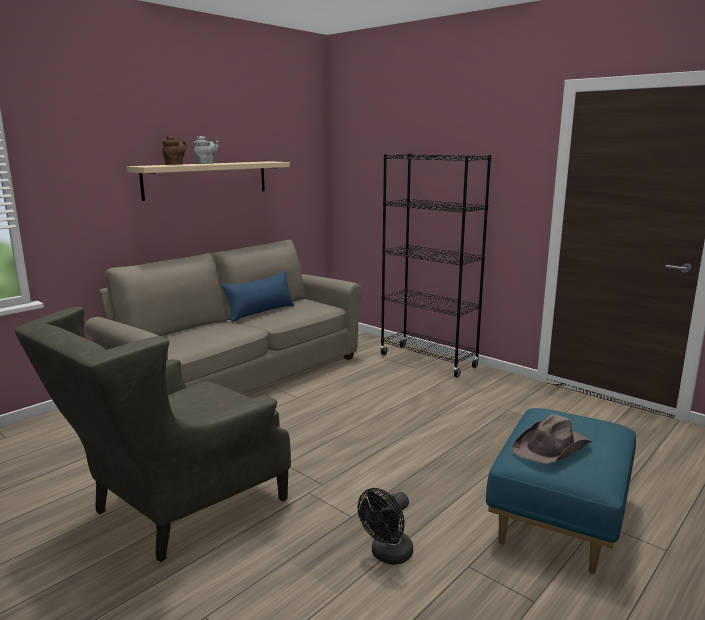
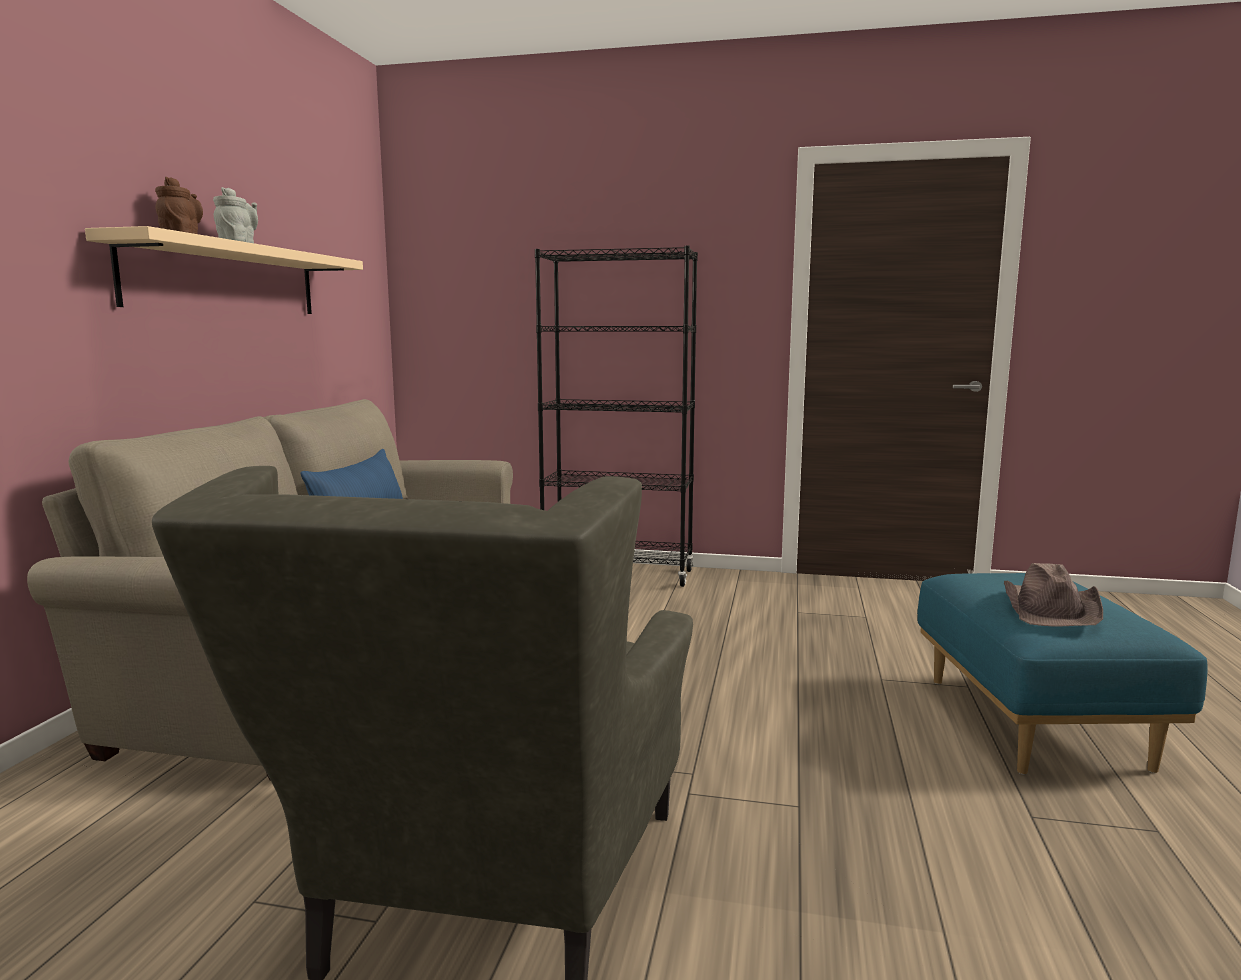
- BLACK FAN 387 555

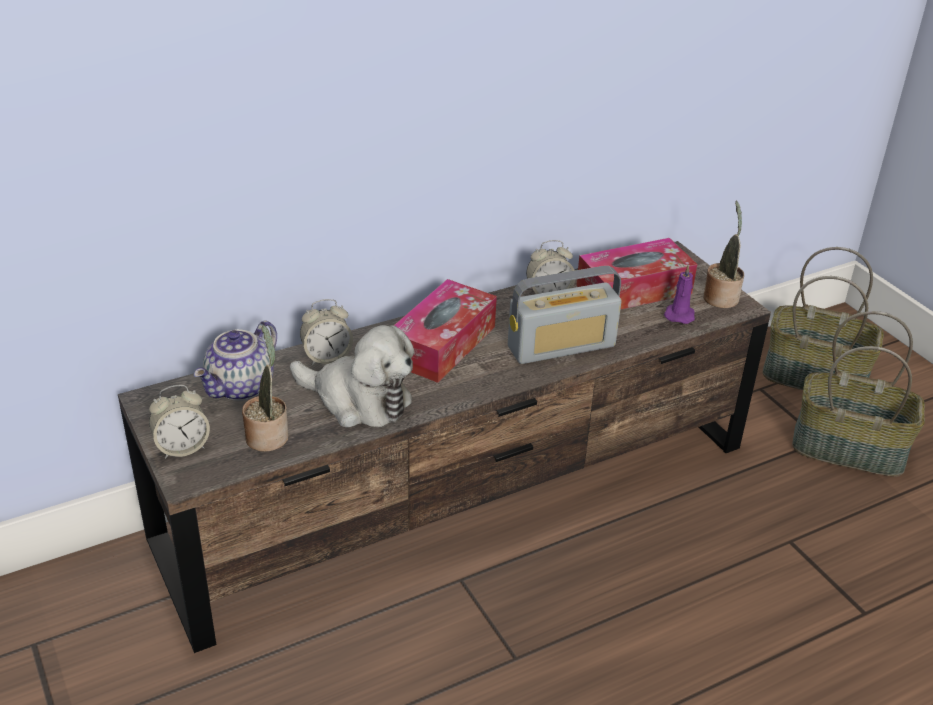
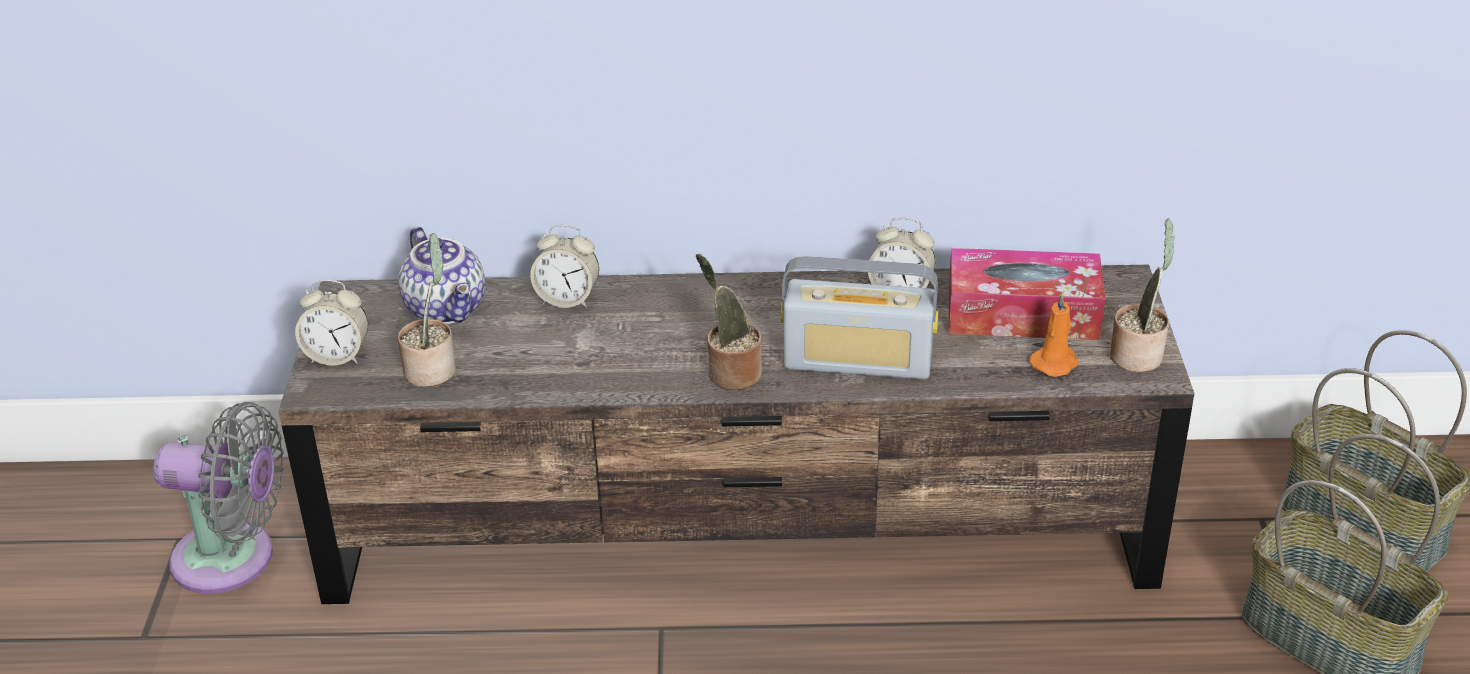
~ TEAPOT 241 388 = 448 309 90 degrees counterclockwise
- PLUSH TOY 358 400
- TISSUE BOX 442 344
~ PURPLE CANDLE 679 314 to ORANGE CANDLE 1055 362
+ GREY FAN 234 559
+ POTTED PLANT 731 374

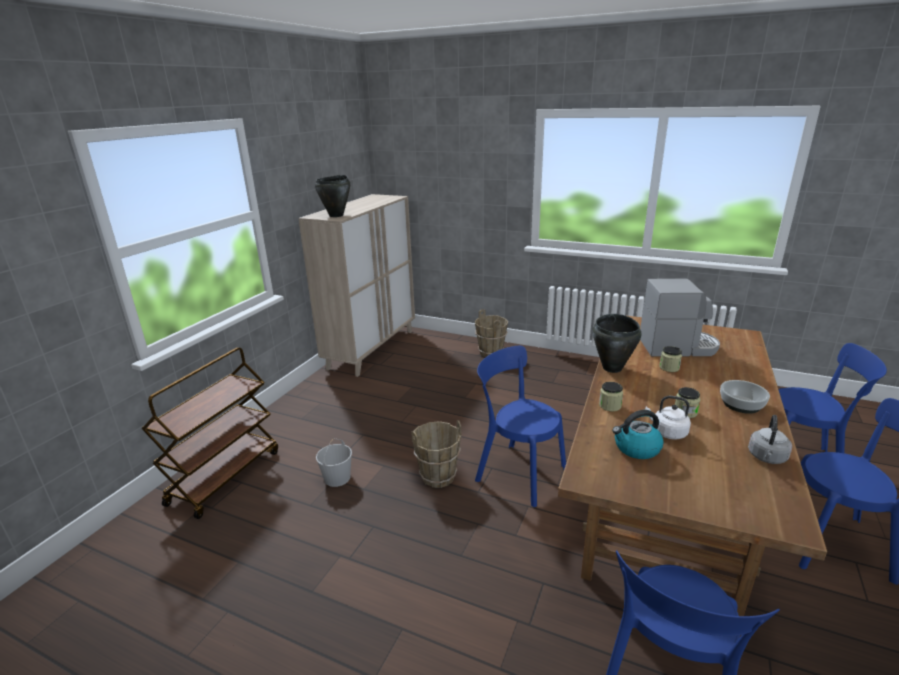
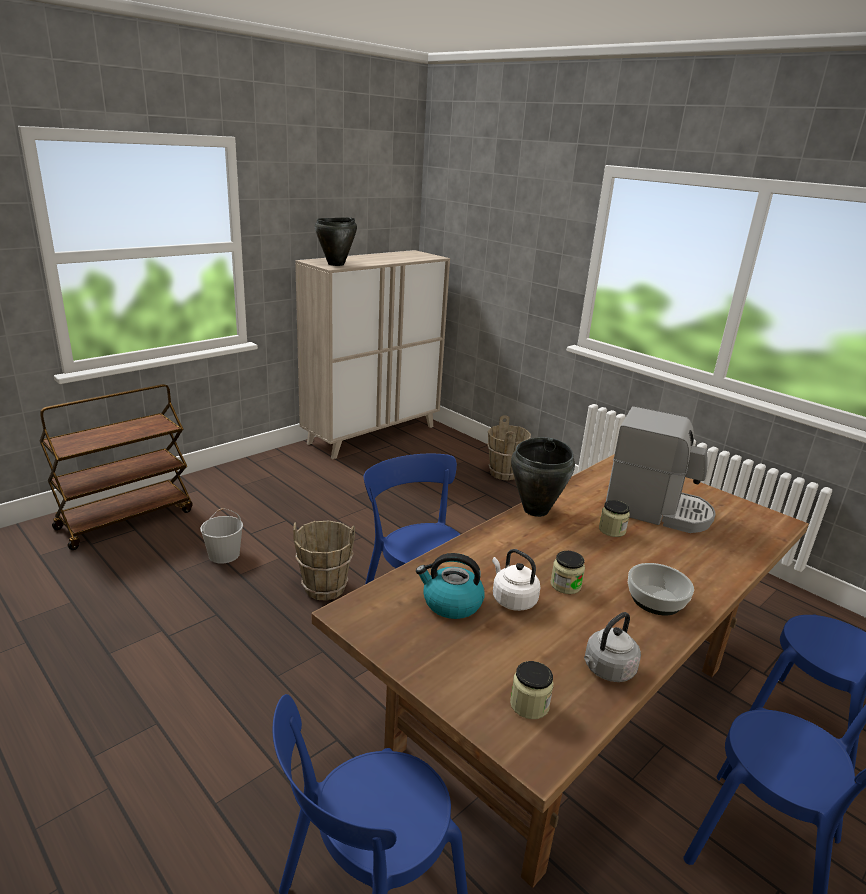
~ JAR 610 406 to 529 704

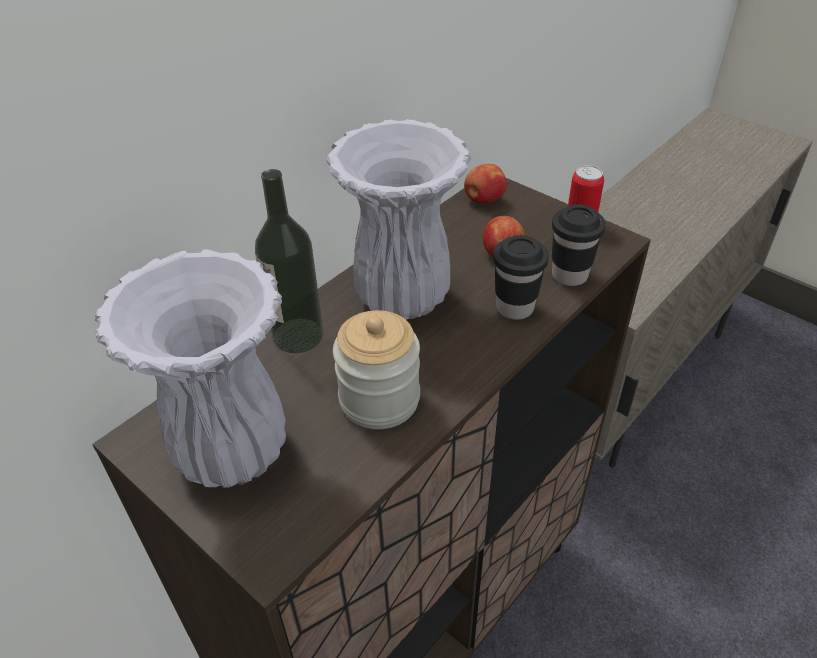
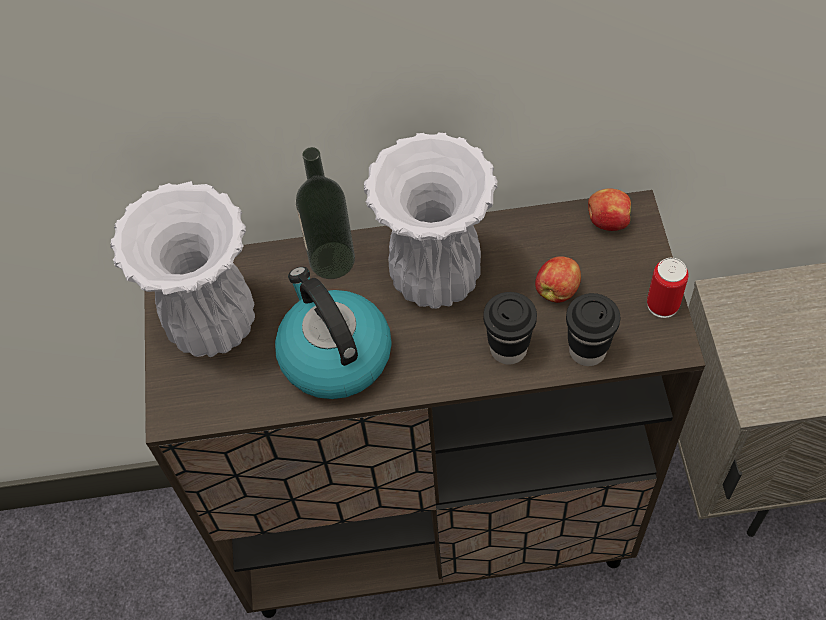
~ JAR 379 399 to KETTLE 334 355

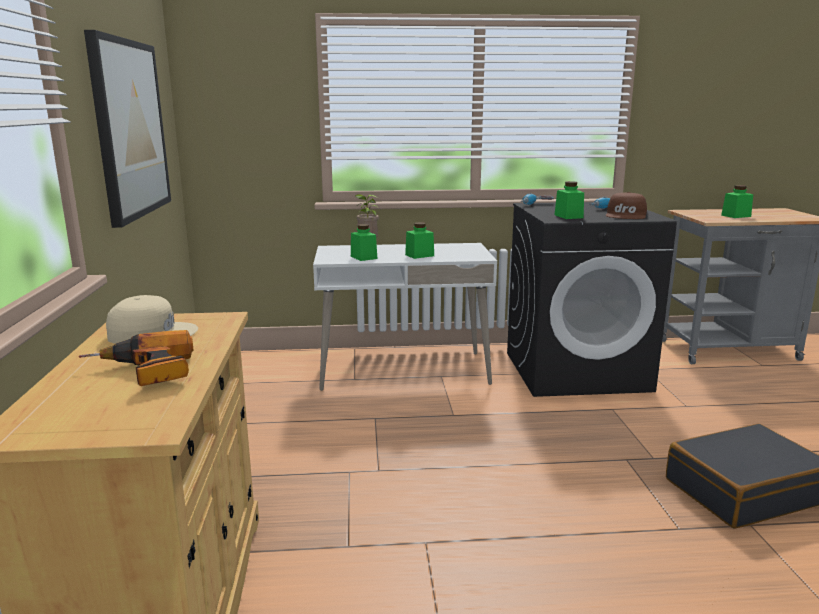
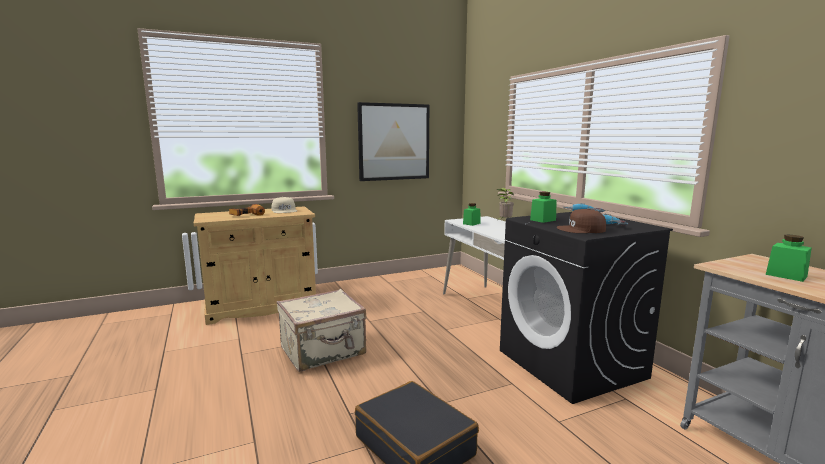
- GREEN JAR 419 255
+ BEIGE SUITCASE 323 351

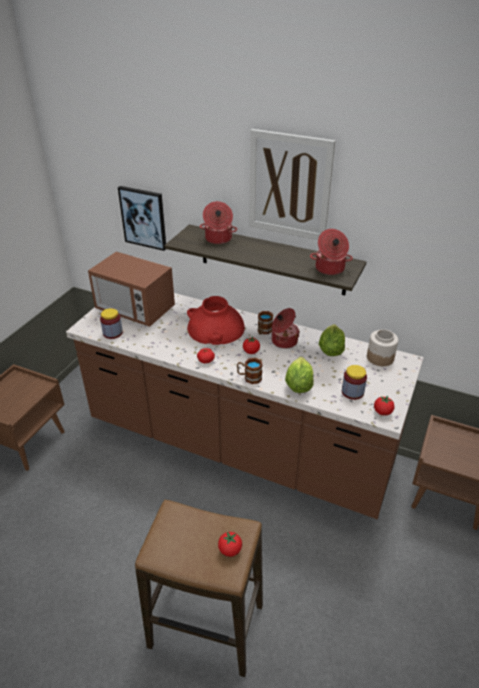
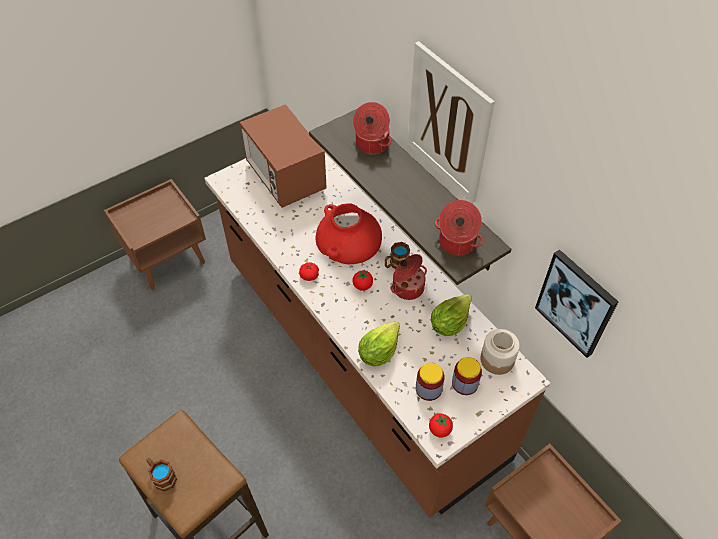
~ JAR 112 333 to 465 383
~ PICTURE 143 217 to 576 303
- TOMATO 230 550
~ MUG 249 377 to 162 477

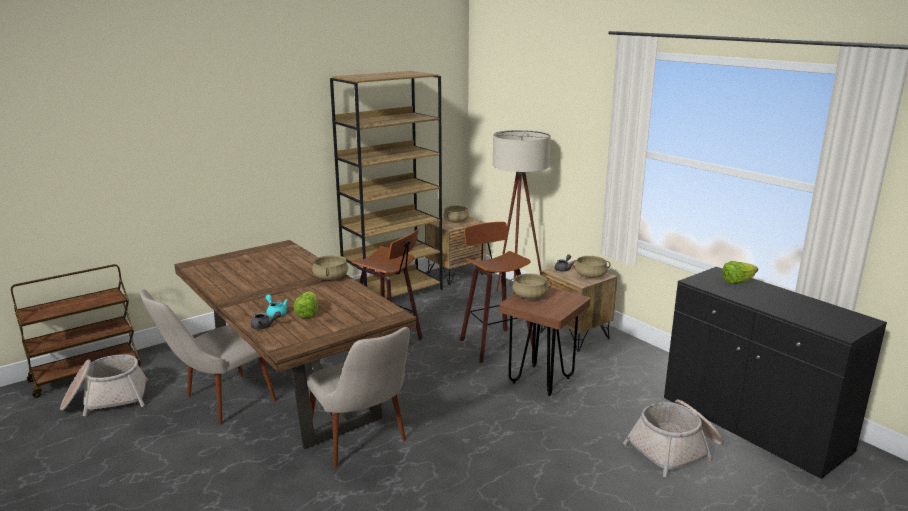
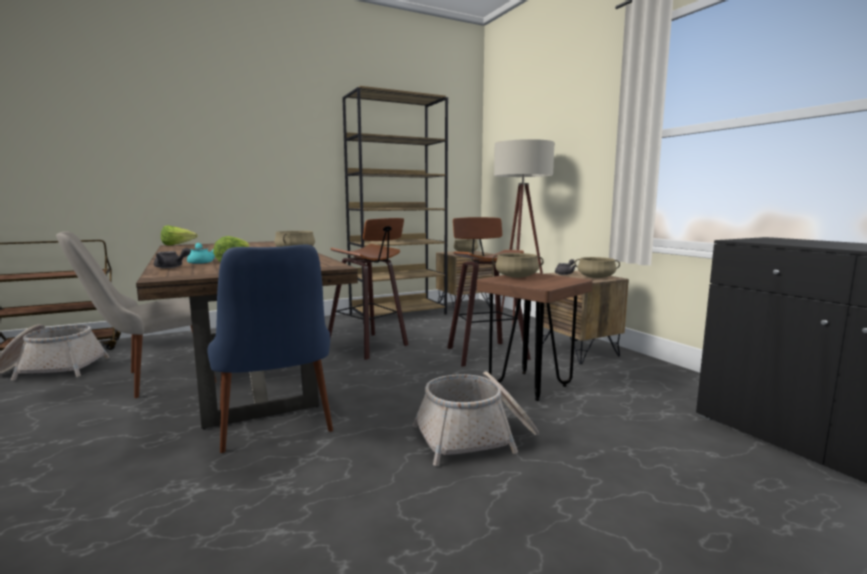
~ BEIGE CHAIR 364 445 to BLUE CHAIR 276 431
~ BASKET 676 449 to 476 437
~ LETTUCE 737 282 to 177 245

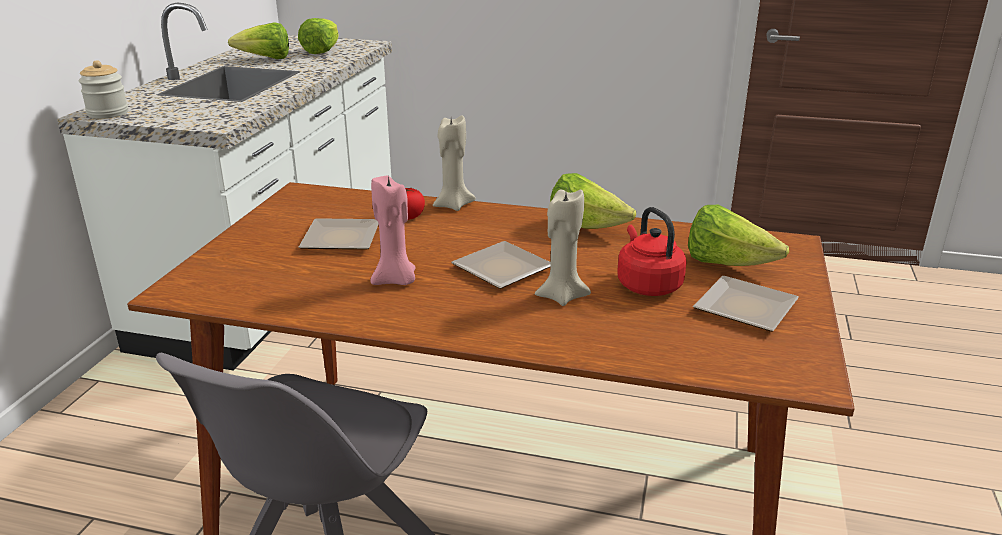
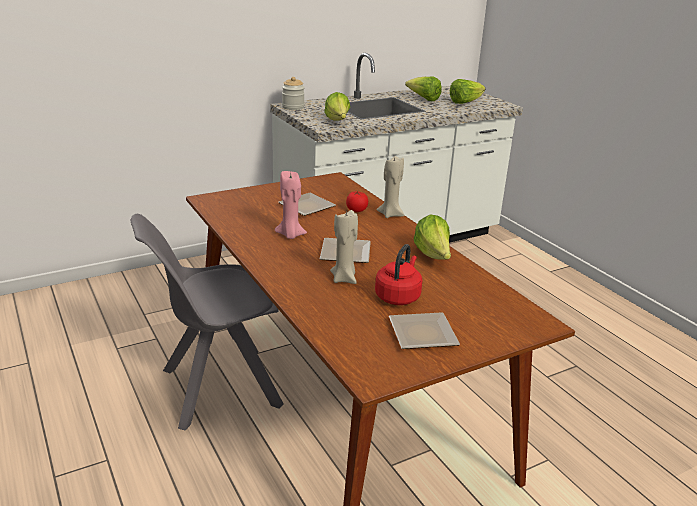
~ LETTUCE 726 264 to 338 121

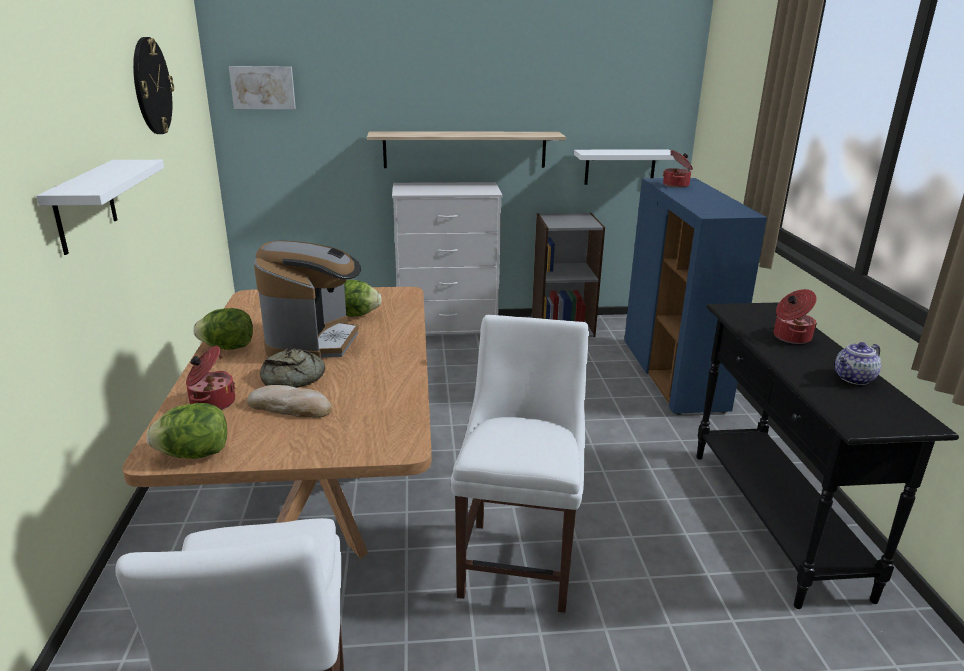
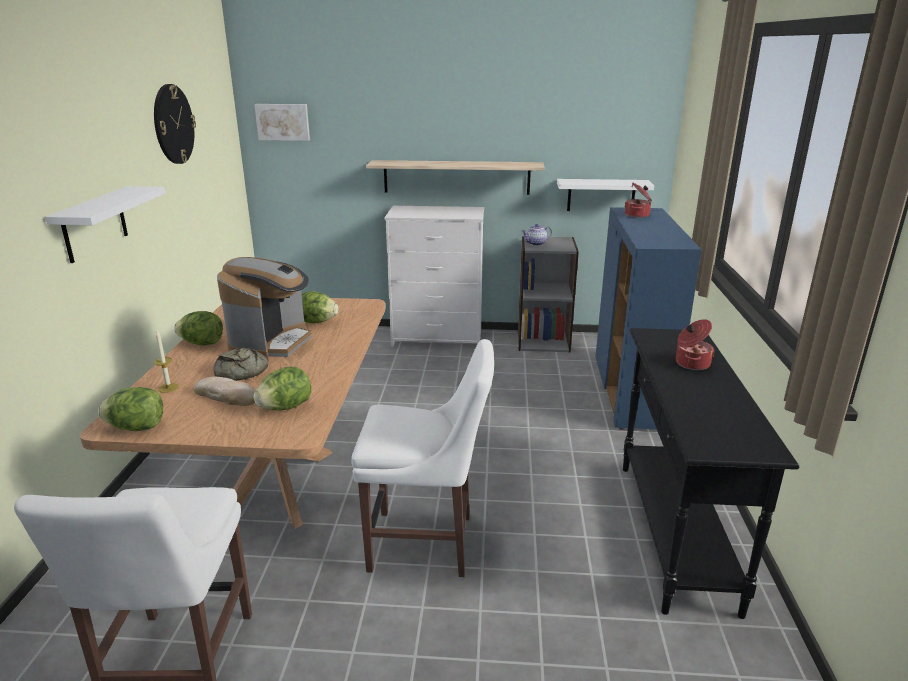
~ COOKING POT 211 403 to CANDLE 168 388
~ WHITE CHAIR 519 559 = 427 543 75 degrees clockwise
~ TEAPOT 853 379 to 535 244
+ LETTUCE 286 407

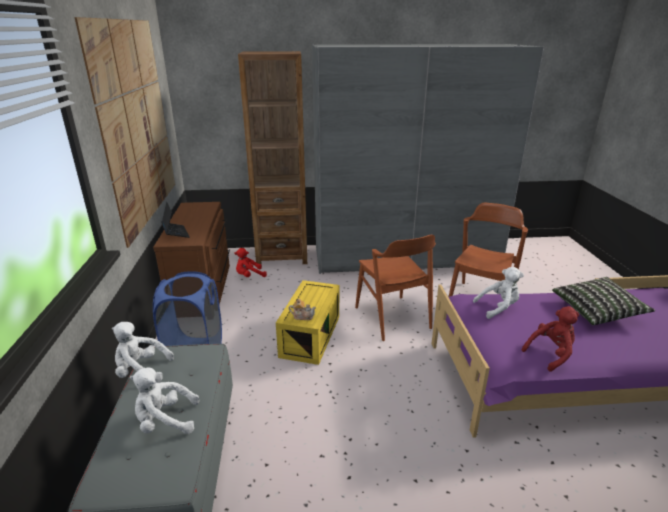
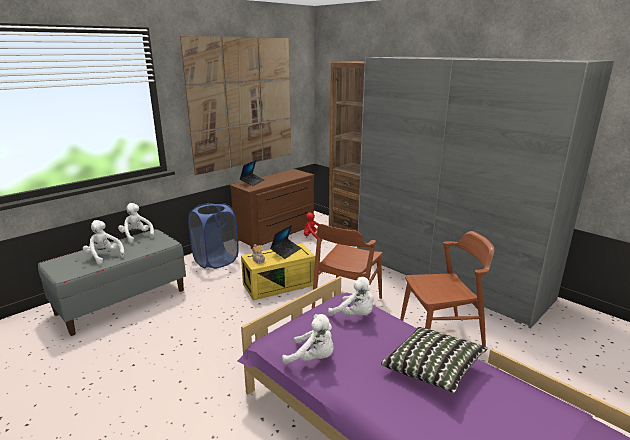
~ RED PLUSH TOY 550 354 to WHITE PLUSH TOY 313 358
+ LAPTOP 286 251

